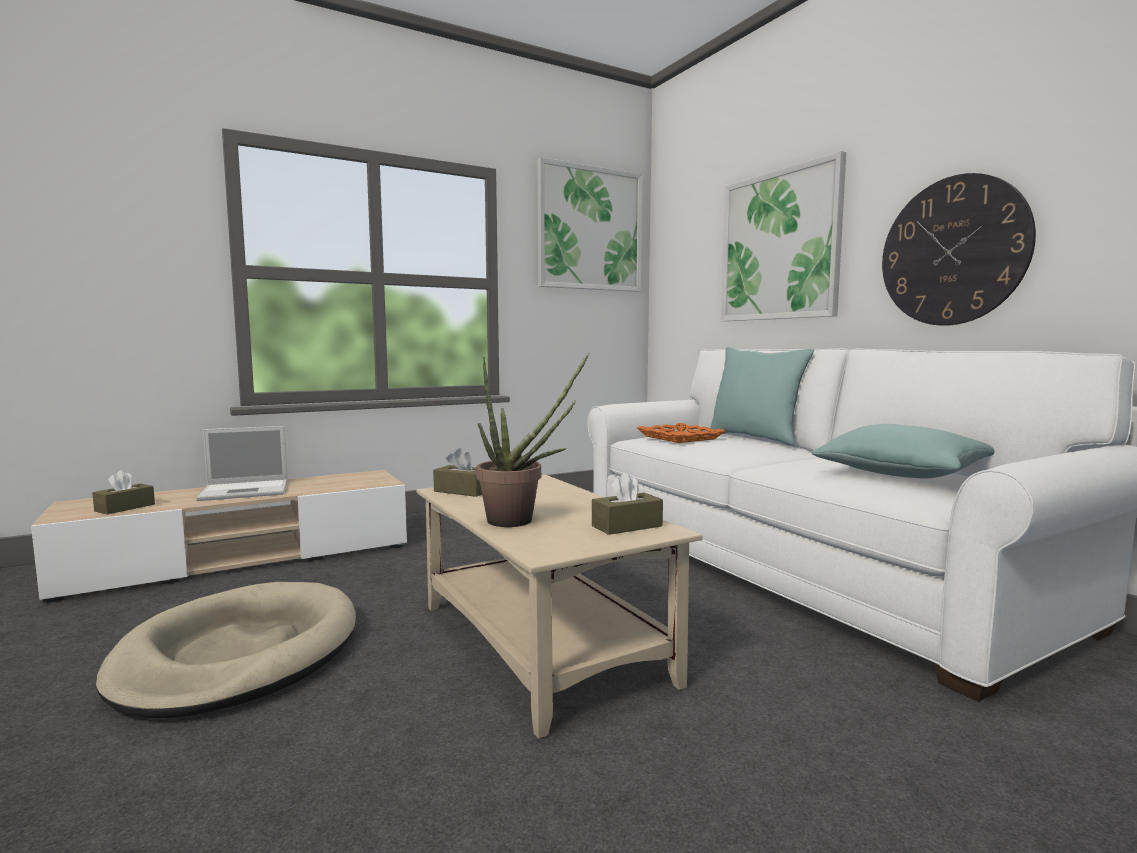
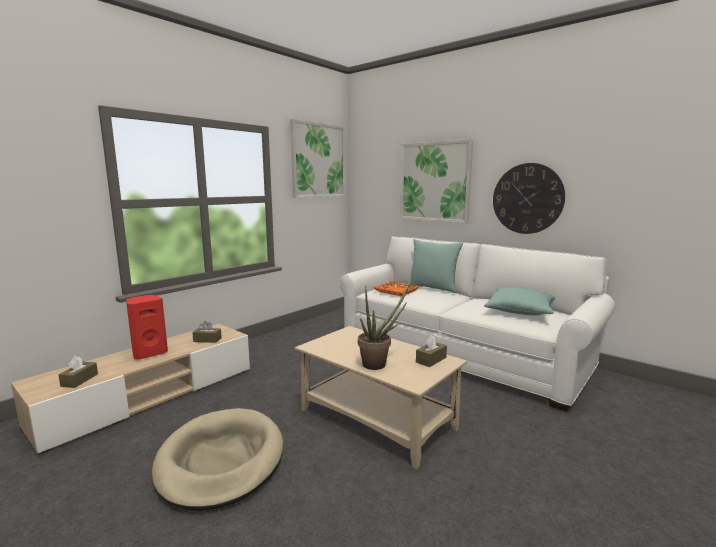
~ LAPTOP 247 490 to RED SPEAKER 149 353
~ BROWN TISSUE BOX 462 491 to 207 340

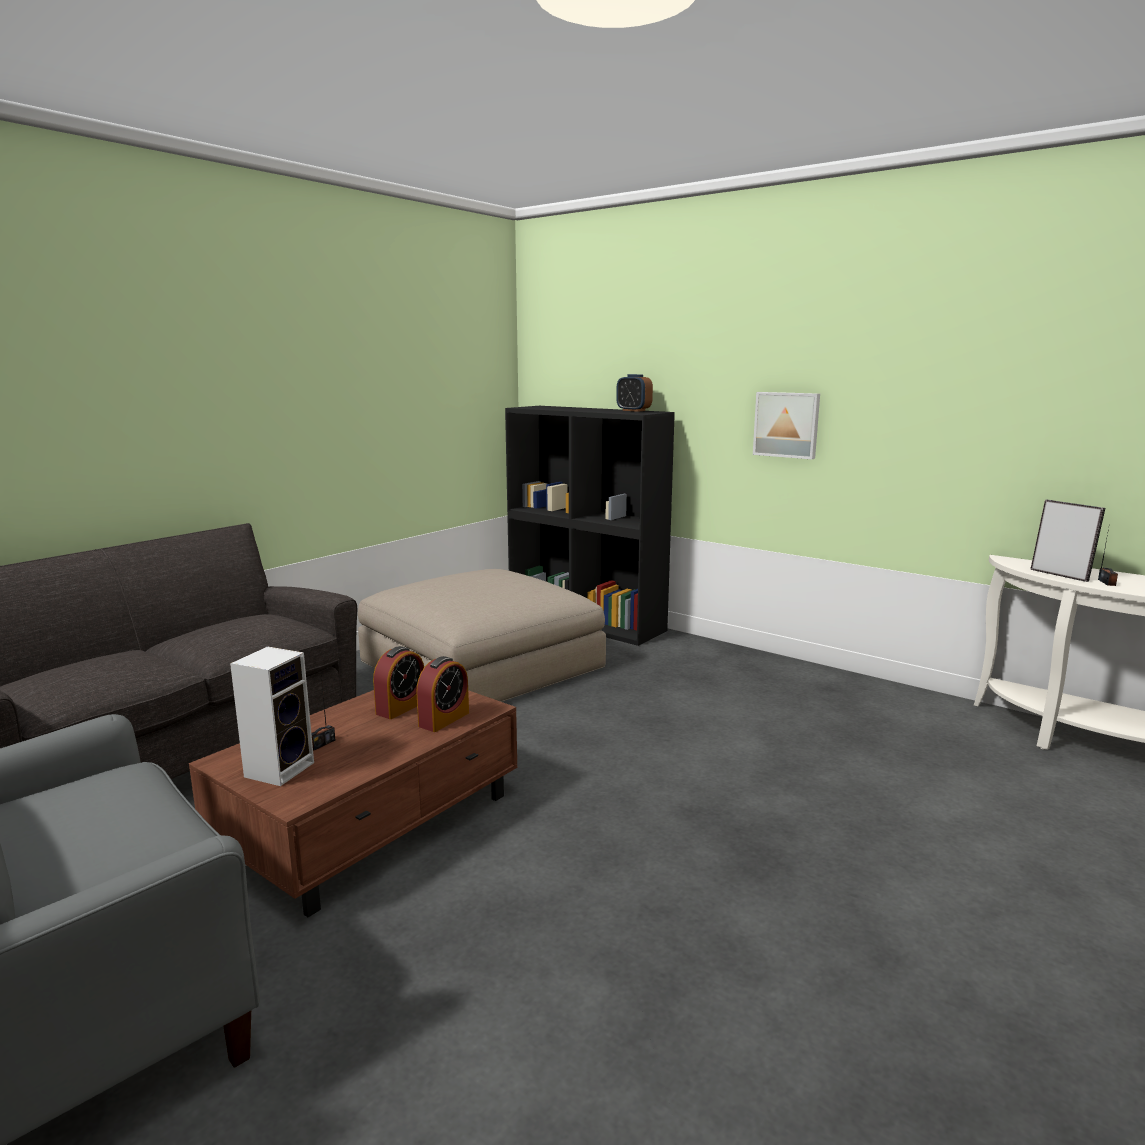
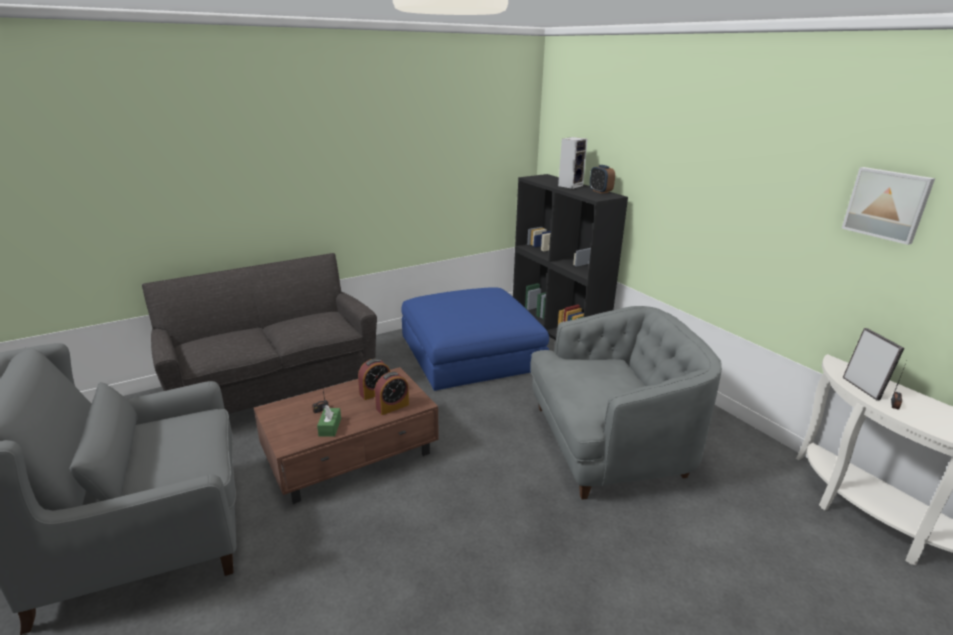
~ SPEAKER 280 768 to 570 185
~ BEIGE OTTOMAN 481 664 to BLUE OTTOMAN 471 352
~ PICTURE 787 424 to 887 204
+ GREEN TISSUE BOX 330 427
+ GREY ARMCHAIR 608 443

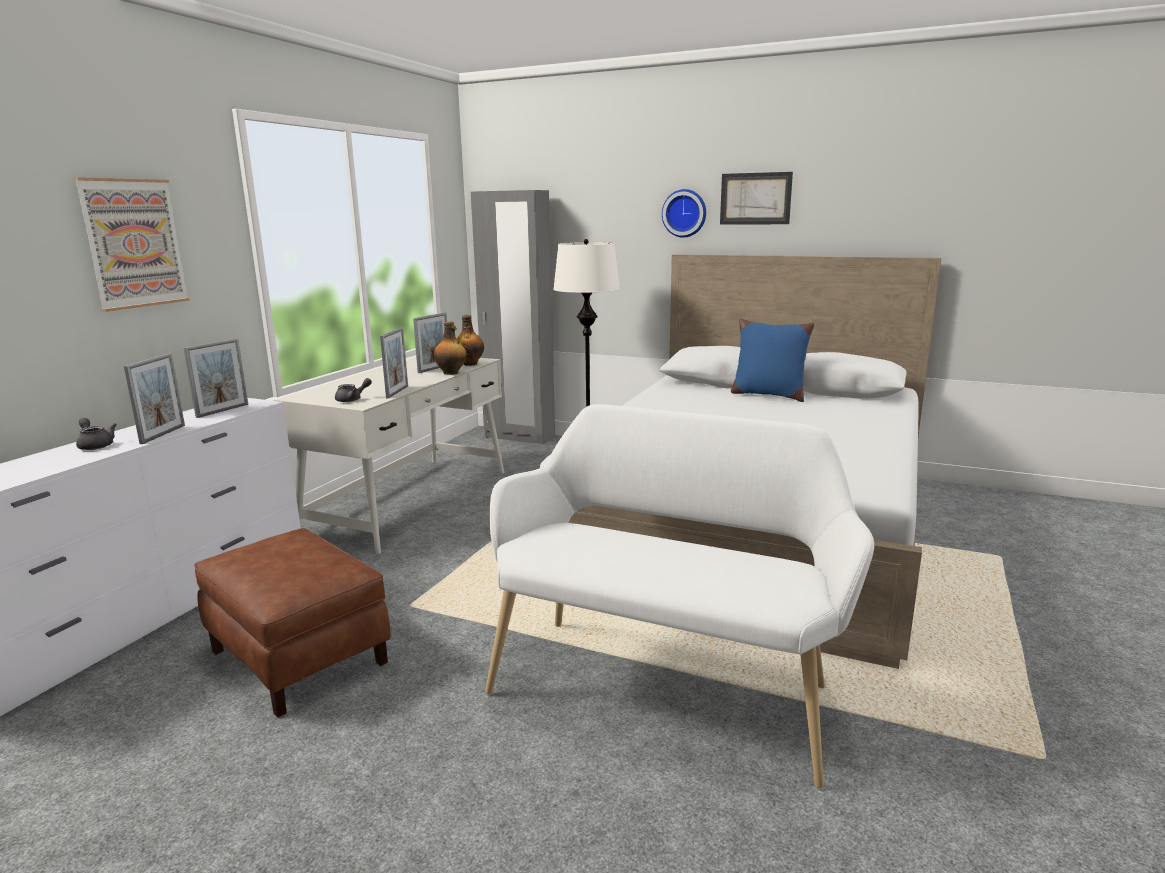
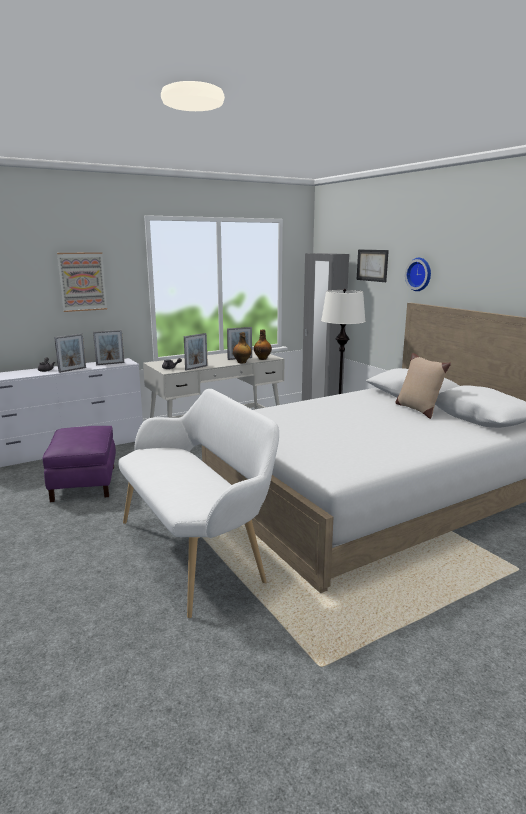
~ BROWN OTTOMAN 300 656 to PURPLE OTTOMAN 85 483
~ PICTURE 755 198 to 372 265
~ BLUE PILLOW 768 395 to BEIGE PILLOW 418 409

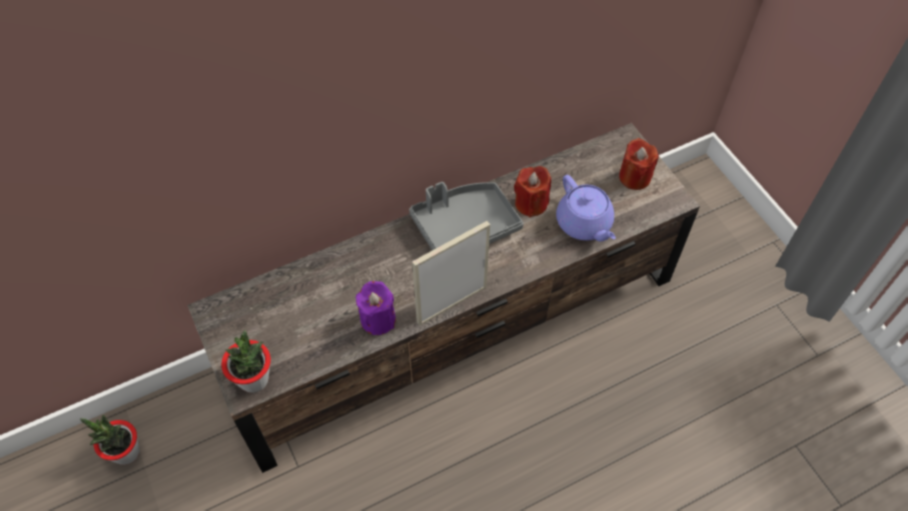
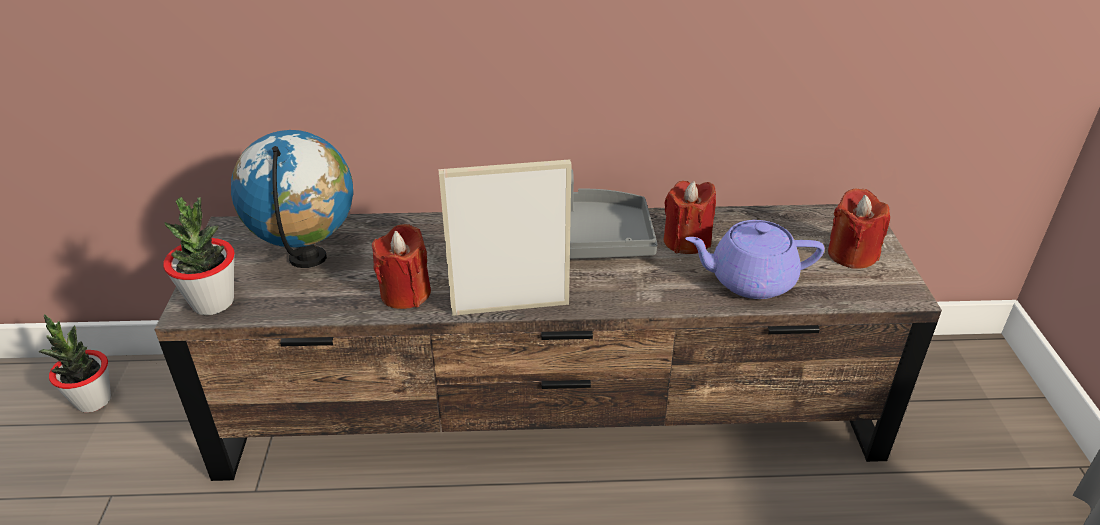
~ PURPLE CANDLE 378 319 to RED CANDLE 405 293
~ PURPLE TEAPOT 584 224 = 749 280 90 degrees clockwise
+ GLOBE 308 258

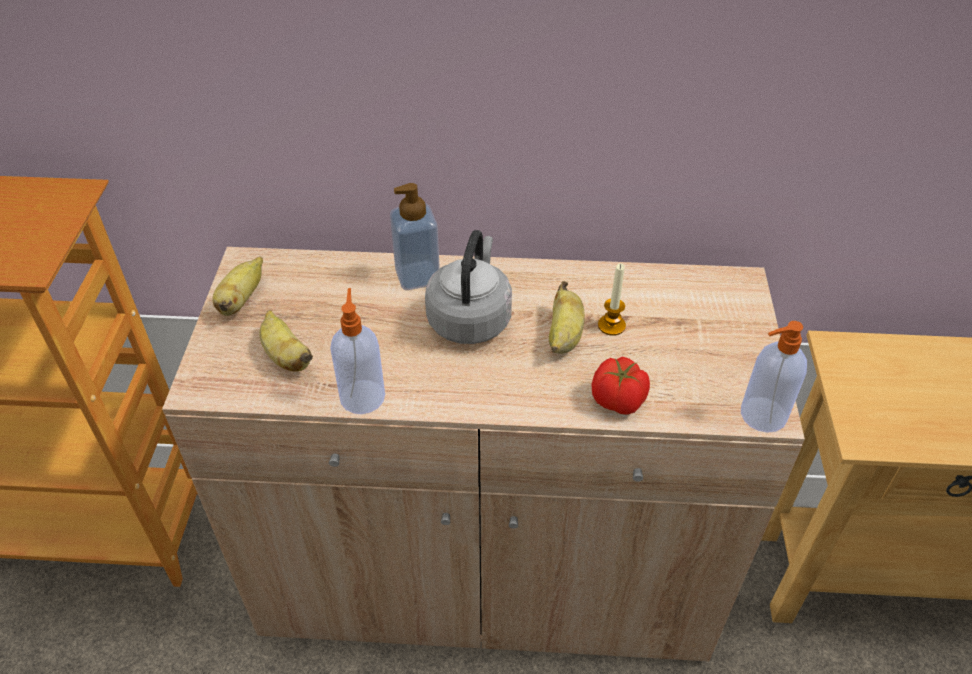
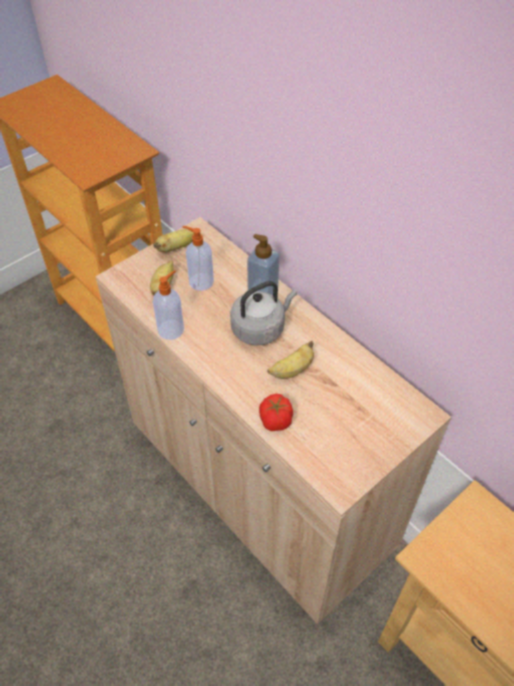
- CANDLE 611 325
~ SOAP DISPENSER 761 415 to 200 281

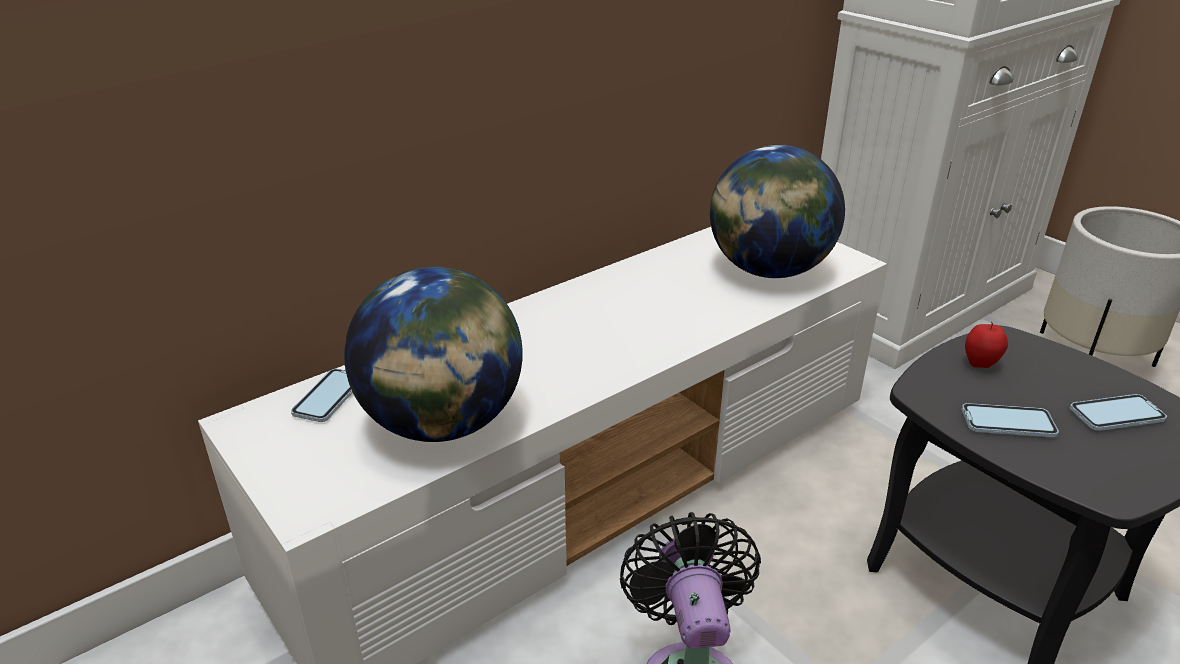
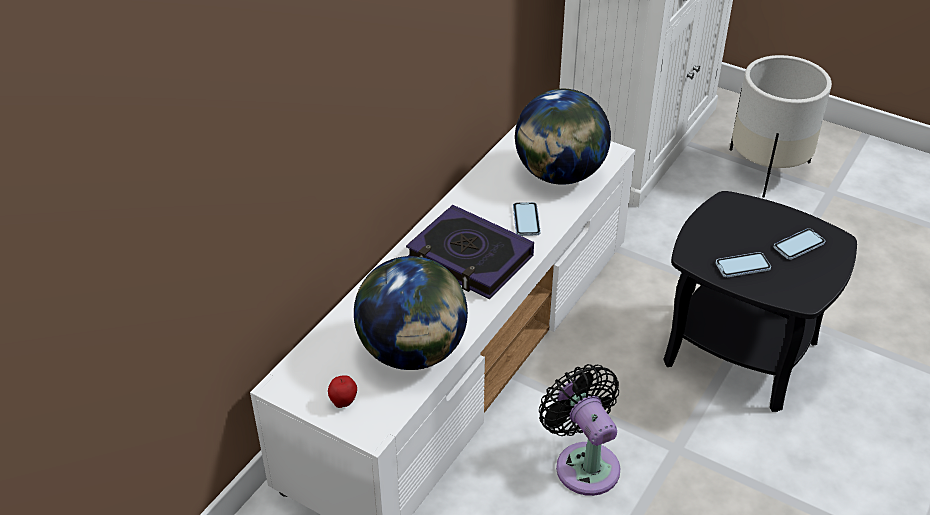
~ PHONE 329 397 to 526 220
~ APPLE 980 364 to 343 403
+ BOOK 469 258

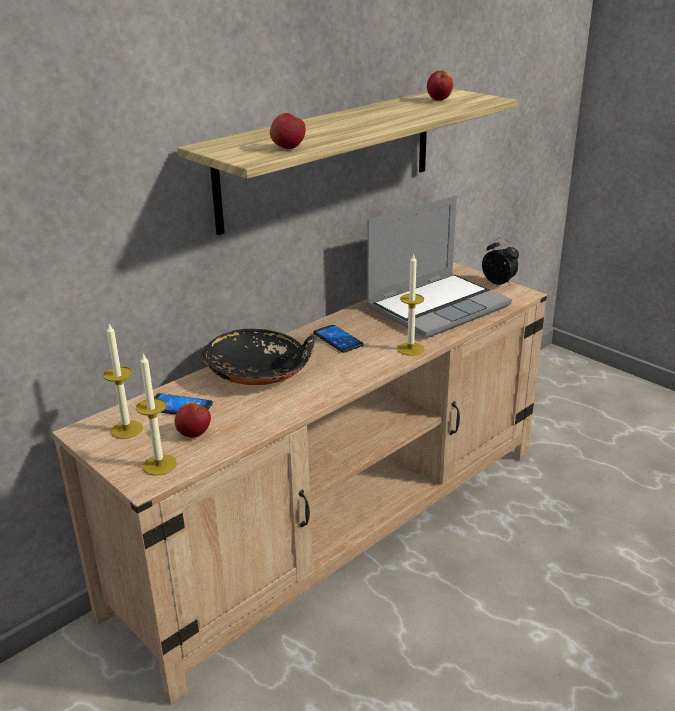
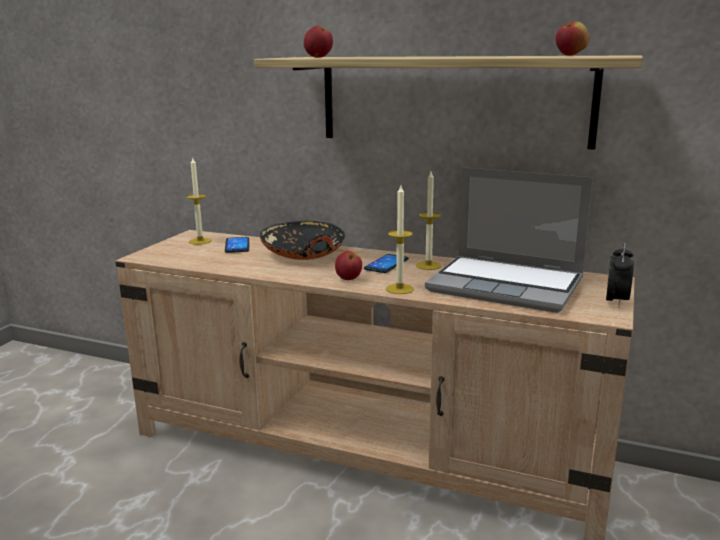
~ CANDLE 159 465 to 428 265
~ APPLE 194 434 to 348 279

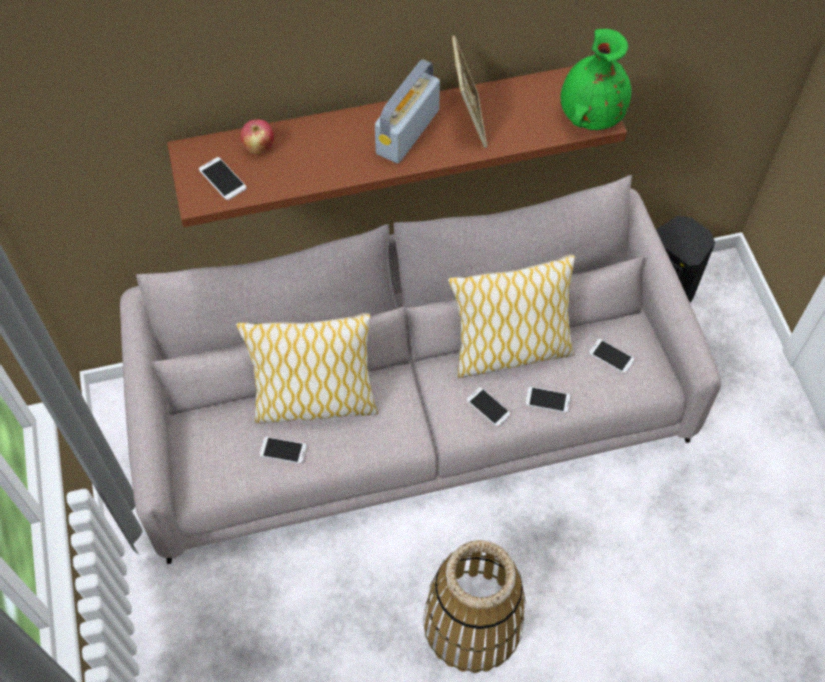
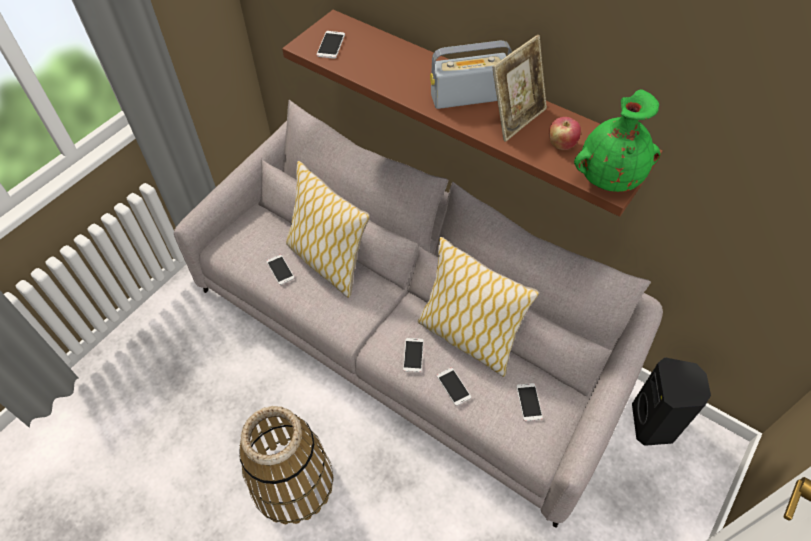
~ APPLE 259 148 to 561 145

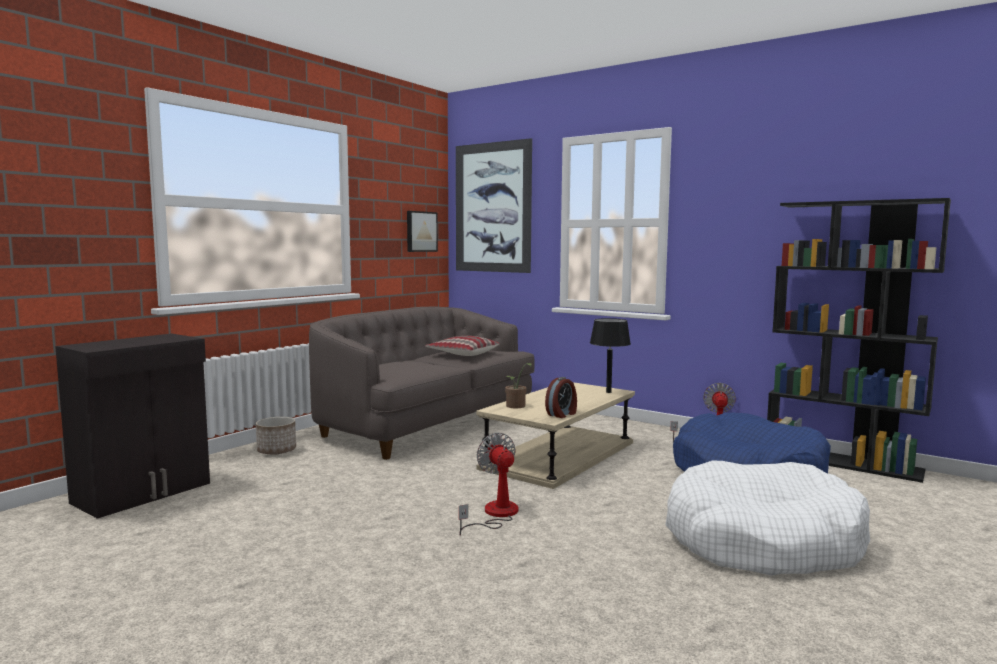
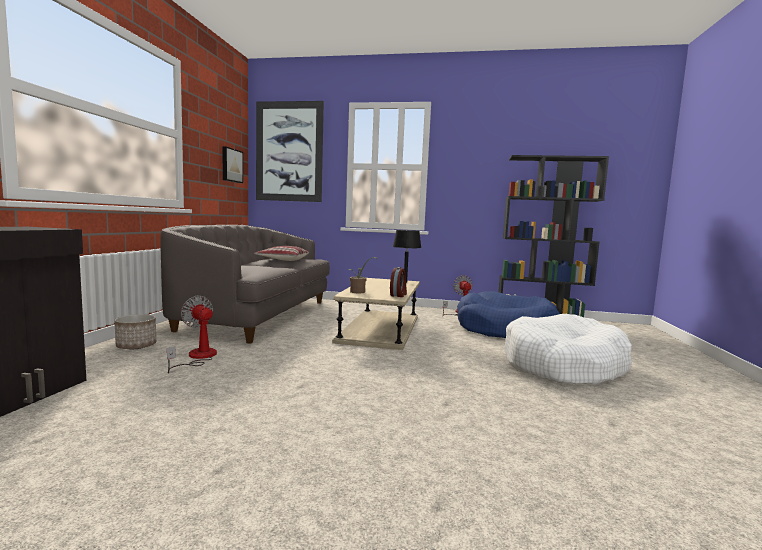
~ FAN 495 515 to 197 357

